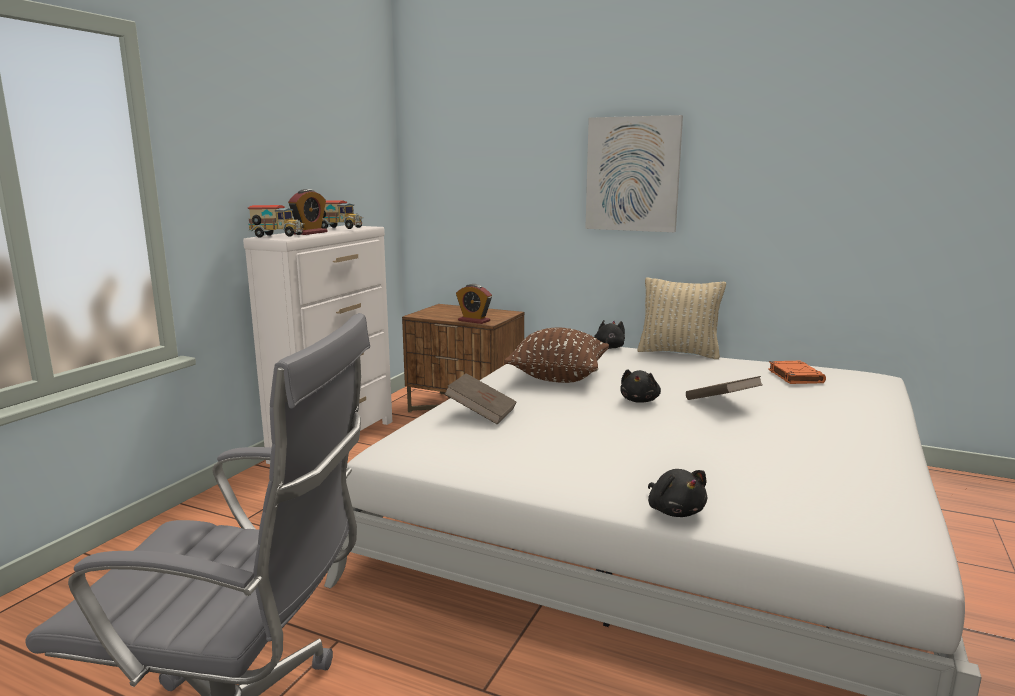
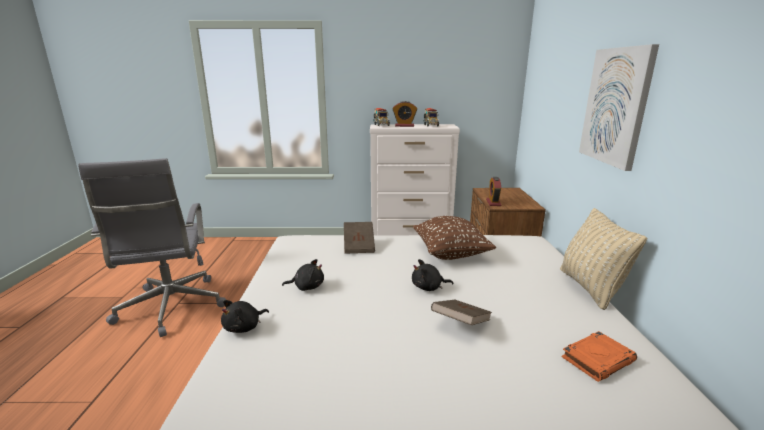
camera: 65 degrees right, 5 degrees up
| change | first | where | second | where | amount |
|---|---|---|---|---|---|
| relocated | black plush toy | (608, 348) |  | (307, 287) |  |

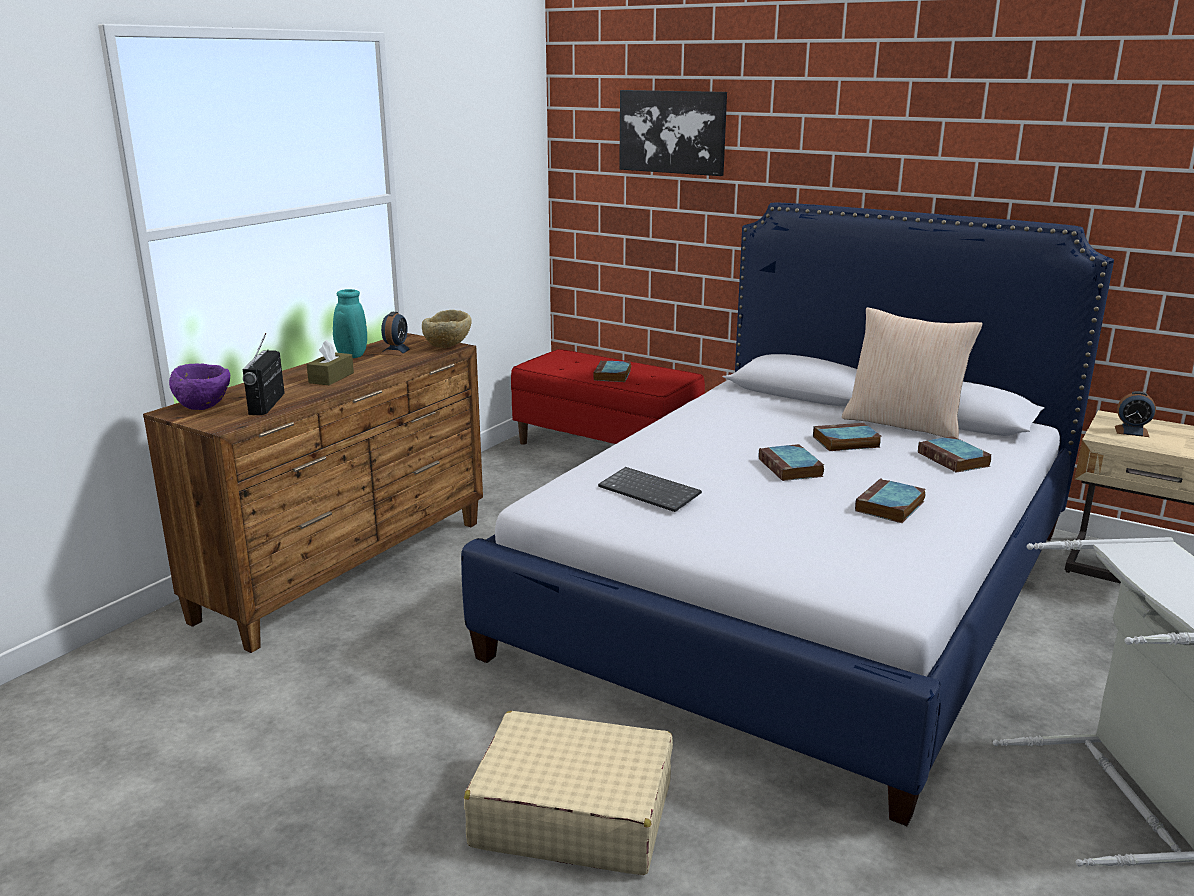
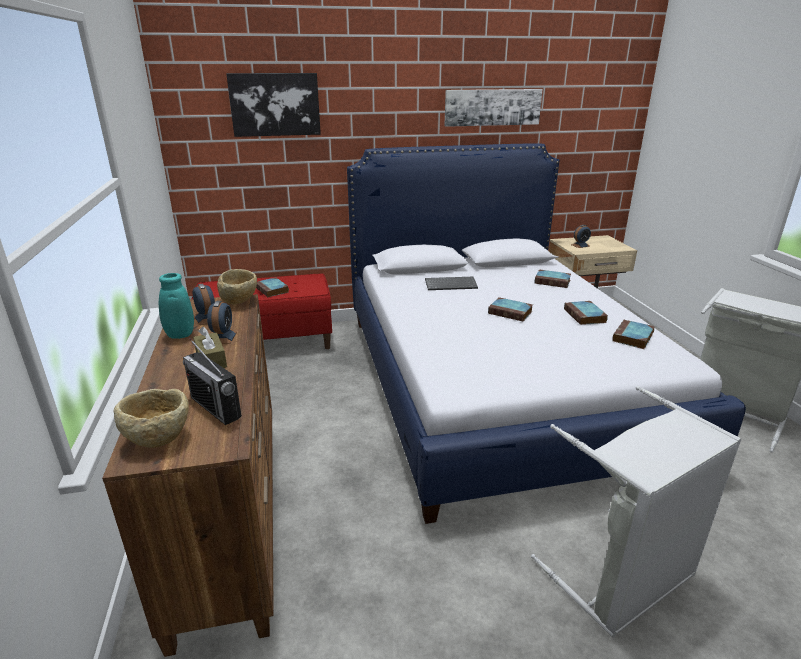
camera: 45 degrees left, 5 degrees up
| change | first | where | second | where | amount |
|---|---|---|---|---|---|
| missing | beige pillow | (903, 424) |  |  |  |
| colour | purple bowl | (205, 407) | beige bowl | (159, 438) |  |
| relocated | book | (845, 442) |  | (633, 338) |  |
| relocated | keyboard | (651, 491) |  | (451, 284) |  |
| exchanged | beige suitcase | (572, 813) | grey laundry basket | (624, 579) |  |
| appeared |  |  | picture | (492, 107) |  |
| appeared |  |  | alarm clock | (223, 337) |  |

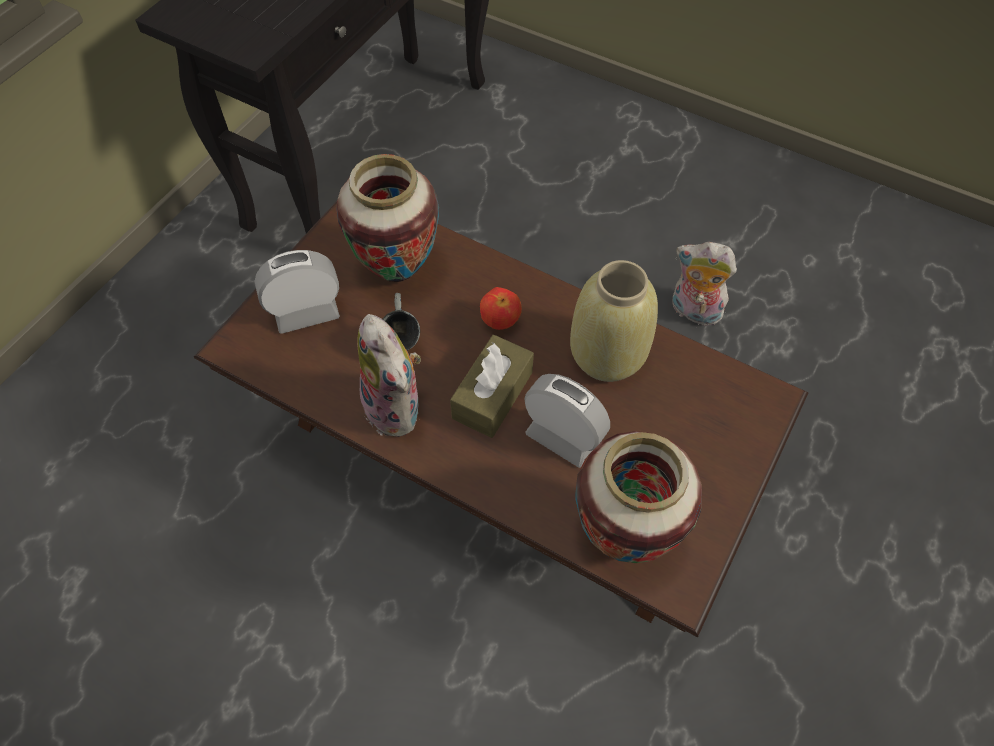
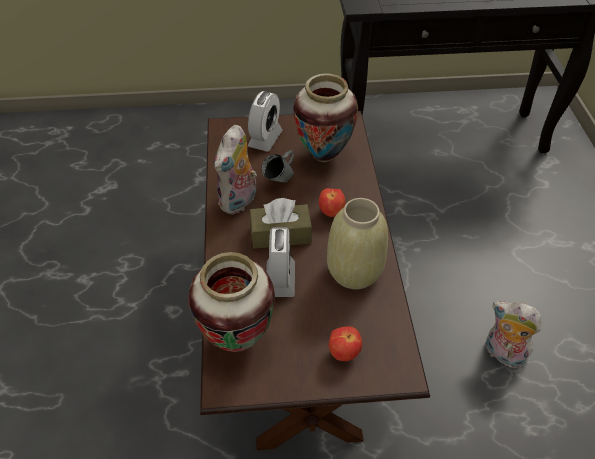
camera: 55 degrees right, 10 degrees down
| change | first | where | second | where | amount |
|---|---|---|---|---|---|
| spun | plush toy | (693, 312) |  | (502, 354) | 45 degrees counterclockwise |
| spun | alarm clock | (306, 313) |  | (265, 139) | 75 degrees clockwise |
| appeared |  |  | apple | (344, 353) |  |

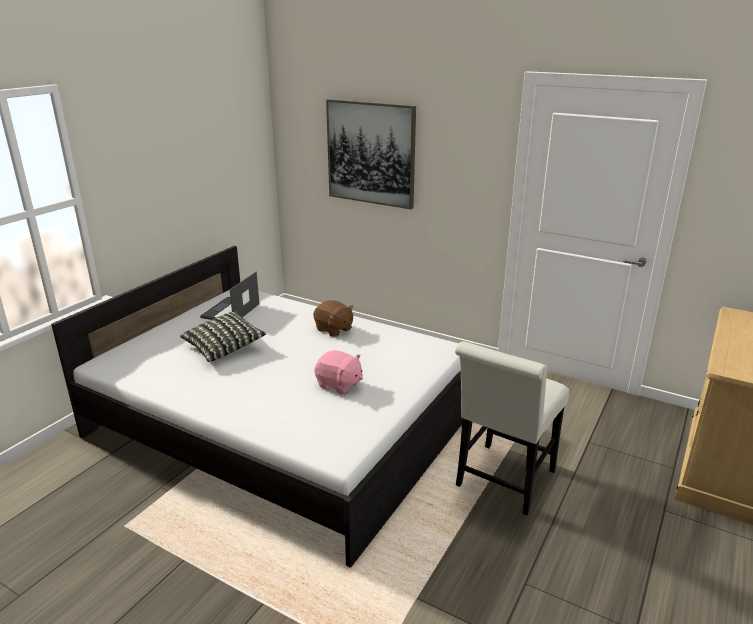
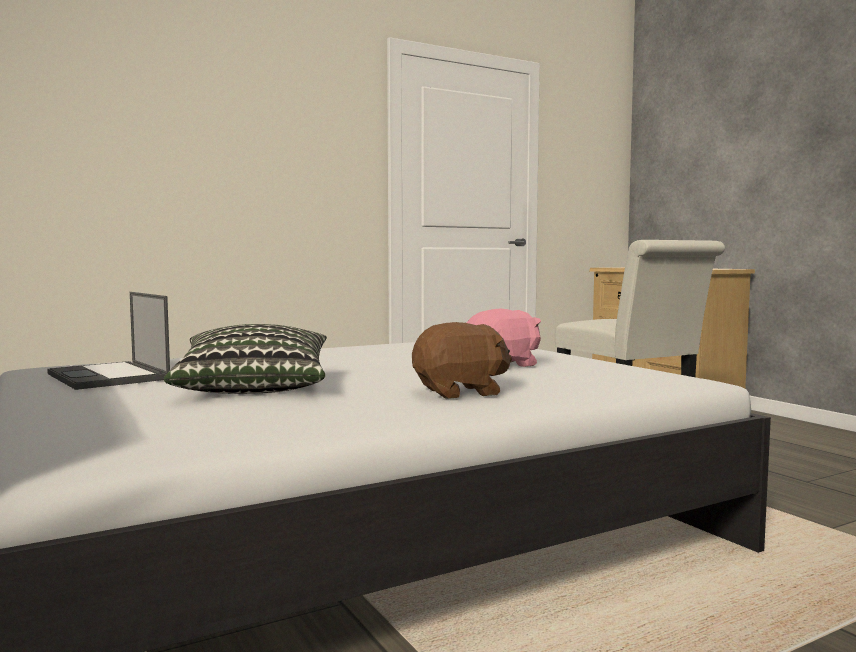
camera: 60 degrees left, 20 degrees down
| change | first | where | second | where | amount |
|---|---|---|---|---|---|
| missing | picture | (371, 153) |  |  |  |
| relocated | brown plush toy | (334, 330) |  | (461, 392) |  |

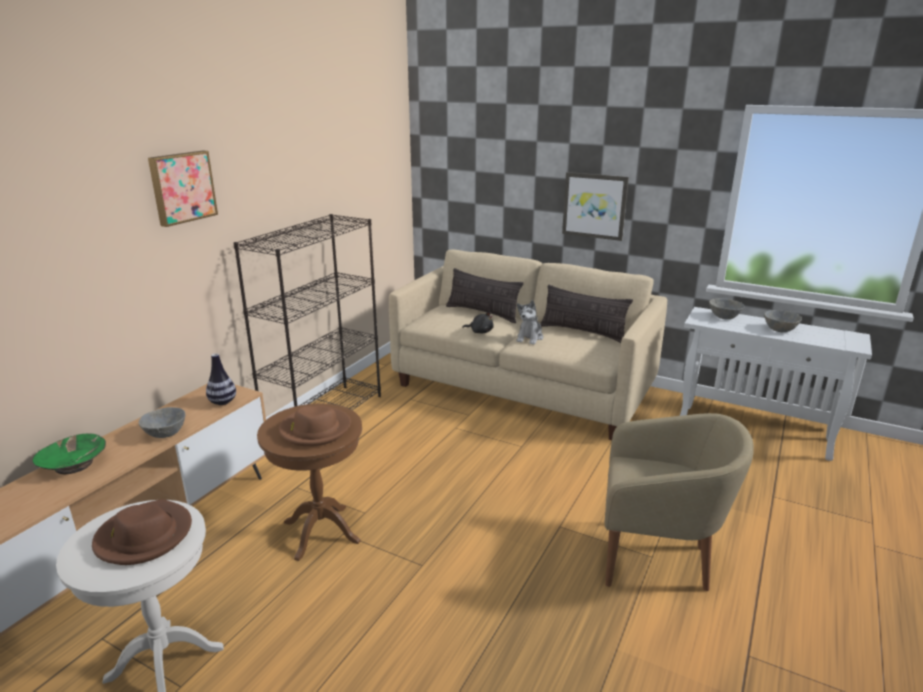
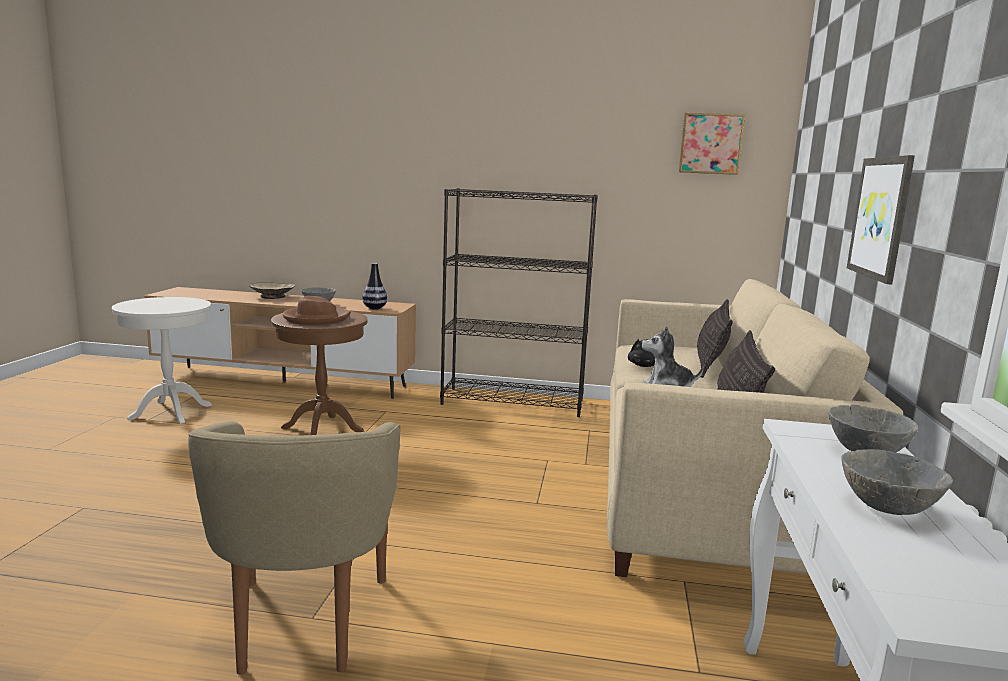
camera: 70 degrees right, 10 degrees down
| change | first | where | second | where | amount |
|---|---|---|---|---|---|
| relocated | picture | (182, 187) |  | (710, 144) |  |
| colour | green bowl | (74, 464) | beige bowl | (273, 296) |  |
| missing | brown hat | (144, 536) |  |  |  |

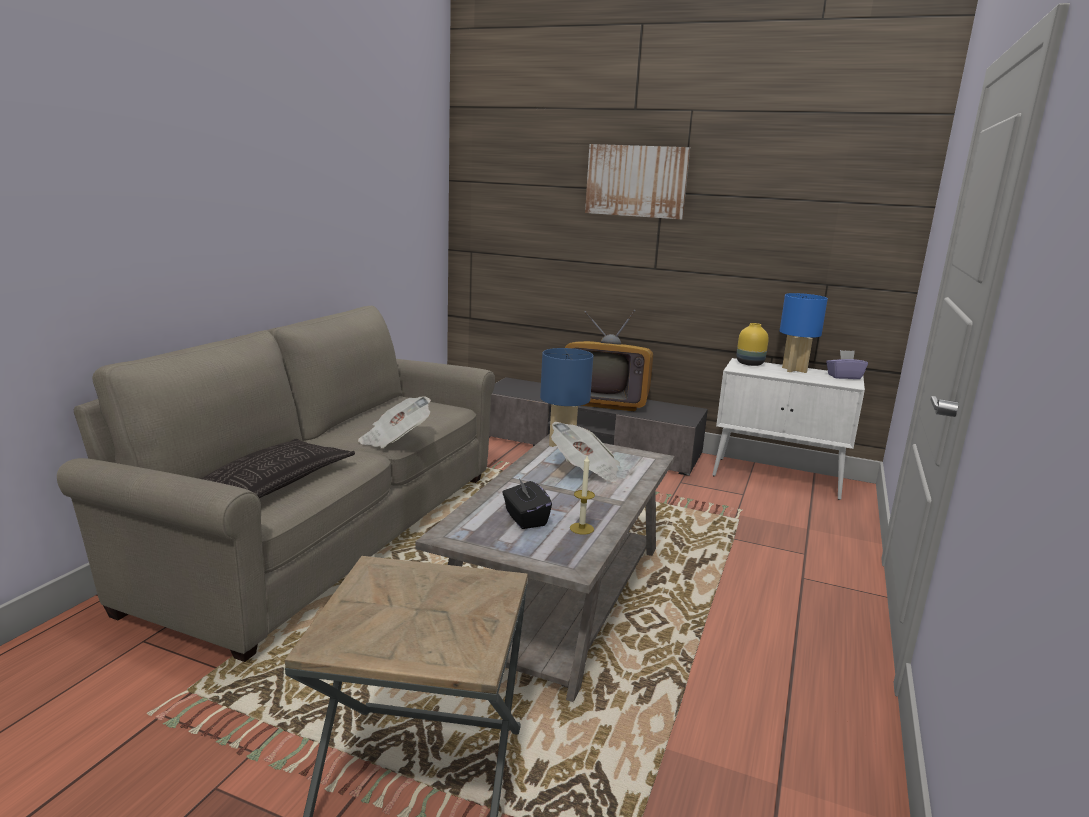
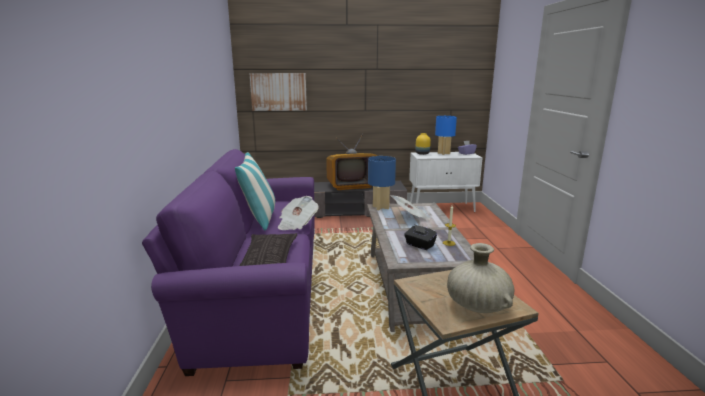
camera: 25 degrees left, 0 degrees up
| change | first | where | second | where | amount |
|---|---|---|---|---|---|
| relocated | picture | (636, 181) |  | (278, 92) |  |
| colour | beige sofa | (324, 532) | purple sofa | (259, 289) |  |
| appeared |  |  | pillow | (259, 219) |  |
| appeared |  |  | beige vase | (477, 306) |  |

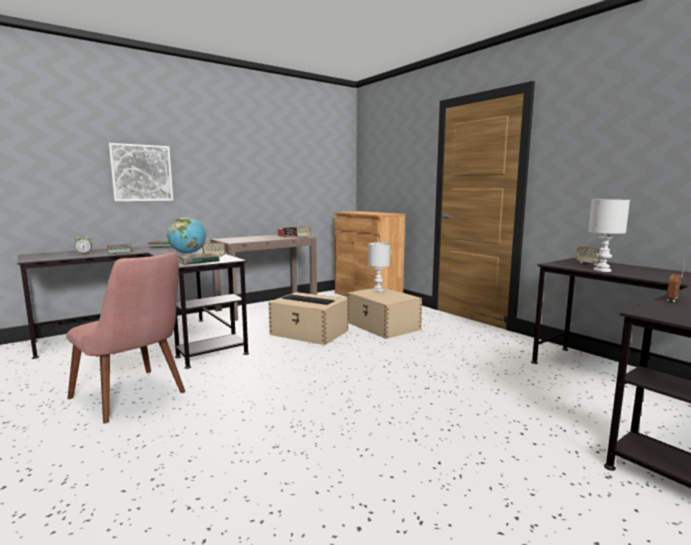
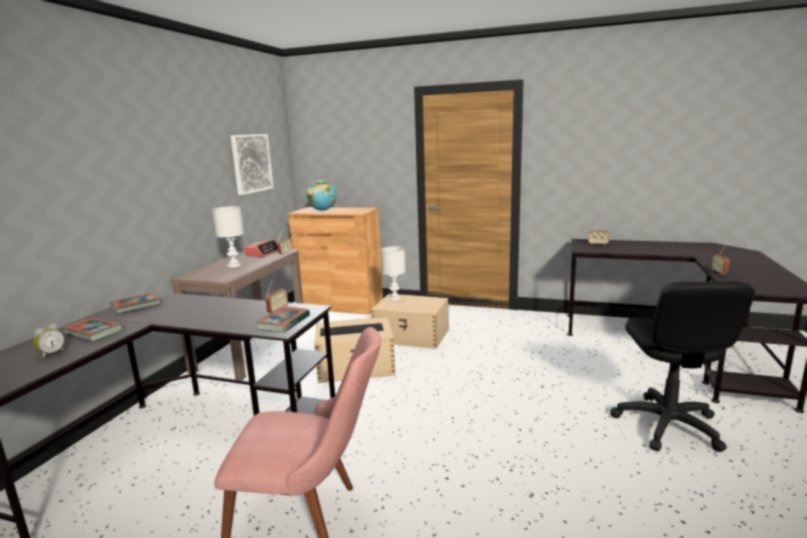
camera: 35 degrees left, 5 degrees up
| change | first | where | second | where | amount |
|---|---|---|---|---|---|
| relocated | picture | (141, 173) |  | (251, 163) |  |
| relocated | white table lamp | (601, 270) |  | (233, 265) |  |
| relocated | globe | (188, 253) |  | (322, 210) |  |
| appeared |  |  | black office chair | (667, 425) |  |

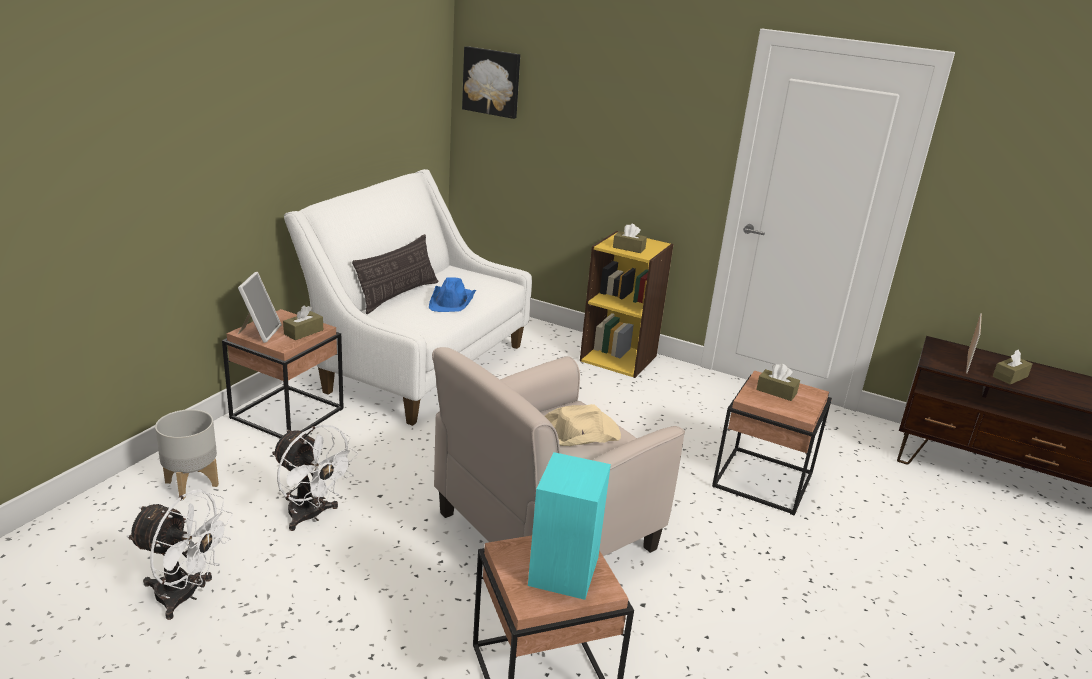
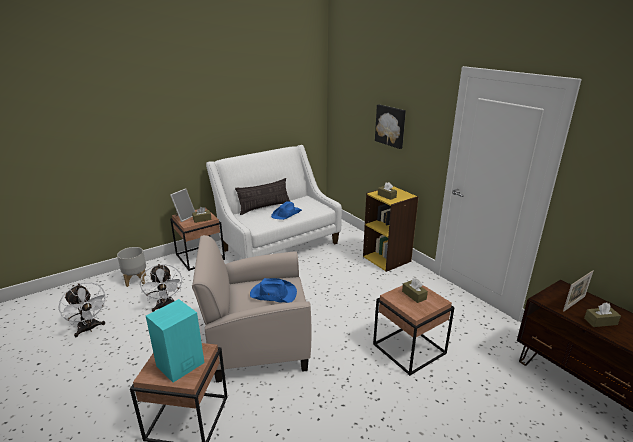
camera: 30 degrees right, 0 degrees up
| change | first | where | second | where | amount |
|---|---|---|---|---|---|
| relocated | picture | (492, 82) |  | (391, 126) |  |
| colour | beige hat | (577, 433) | blue hat | (273, 294) |  |

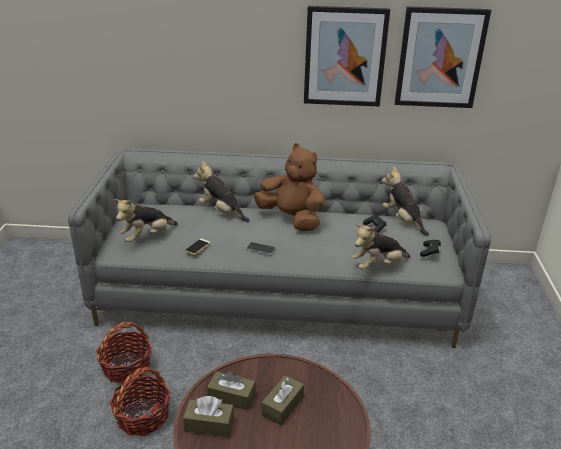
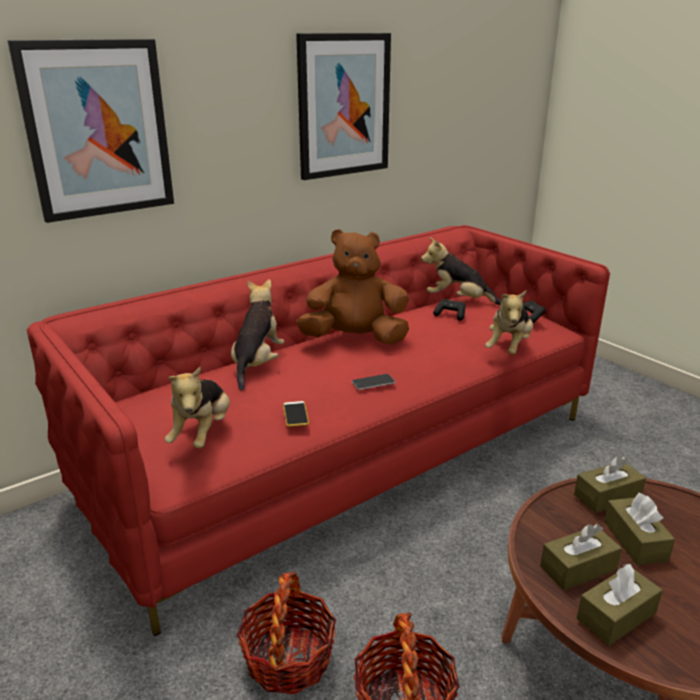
camera: 40 degrees left, 5 degrees down
| change | first | where | second | where | amount |
|---|---|---|---|---|---|
| relocated | picture | (440, 58) |  | (98, 130) |  |
| colour | grey sofa | (279, 293) | red sofa | (350, 454) |  |
| spun | plush toy | (221, 212) |  | (257, 364) | 105 degrees clockwise |
| appeared |  |  | brown tissue box | (607, 496) |  |

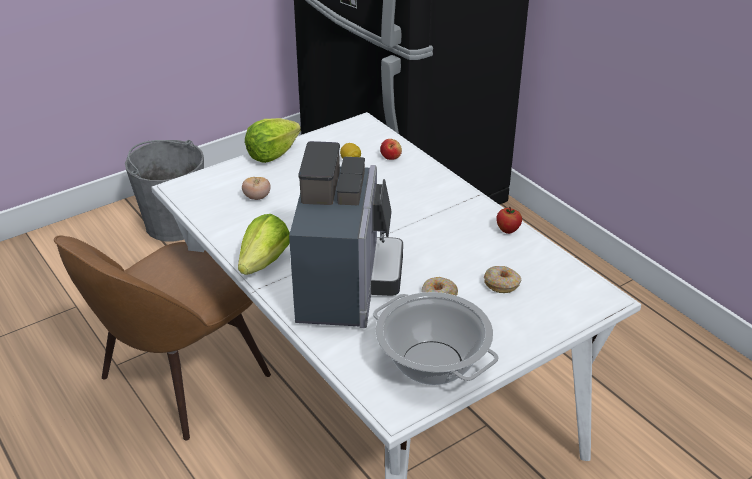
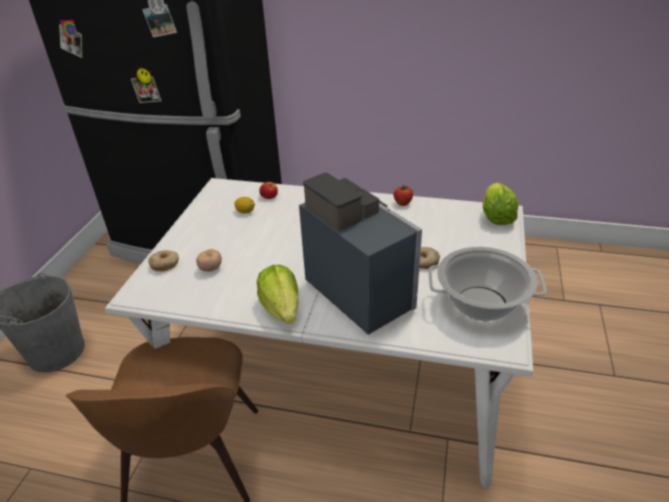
camera: 40 degrees left, 0 degrees up
| change | first | where | second | where | amount |
|---|---|---|---|---|---|
| relocated | lettuce | (272, 154) |  | (496, 216) |  |
| relocated | donut | (502, 284) |  | (165, 264) |  |

